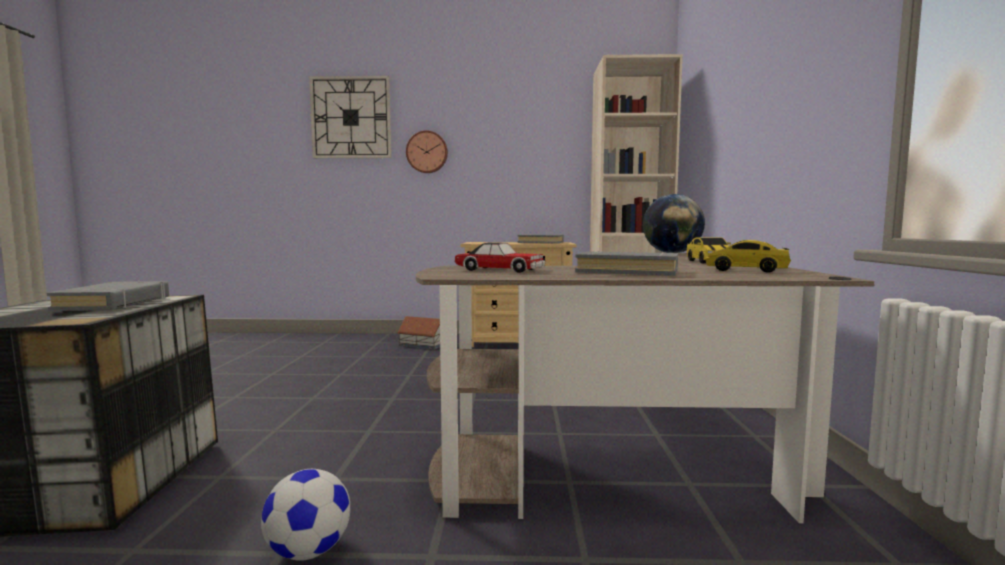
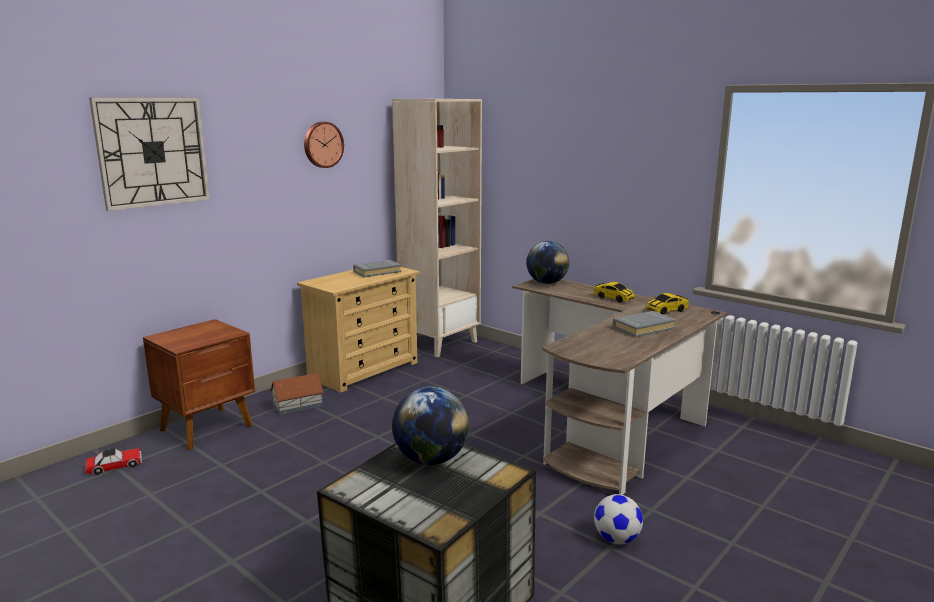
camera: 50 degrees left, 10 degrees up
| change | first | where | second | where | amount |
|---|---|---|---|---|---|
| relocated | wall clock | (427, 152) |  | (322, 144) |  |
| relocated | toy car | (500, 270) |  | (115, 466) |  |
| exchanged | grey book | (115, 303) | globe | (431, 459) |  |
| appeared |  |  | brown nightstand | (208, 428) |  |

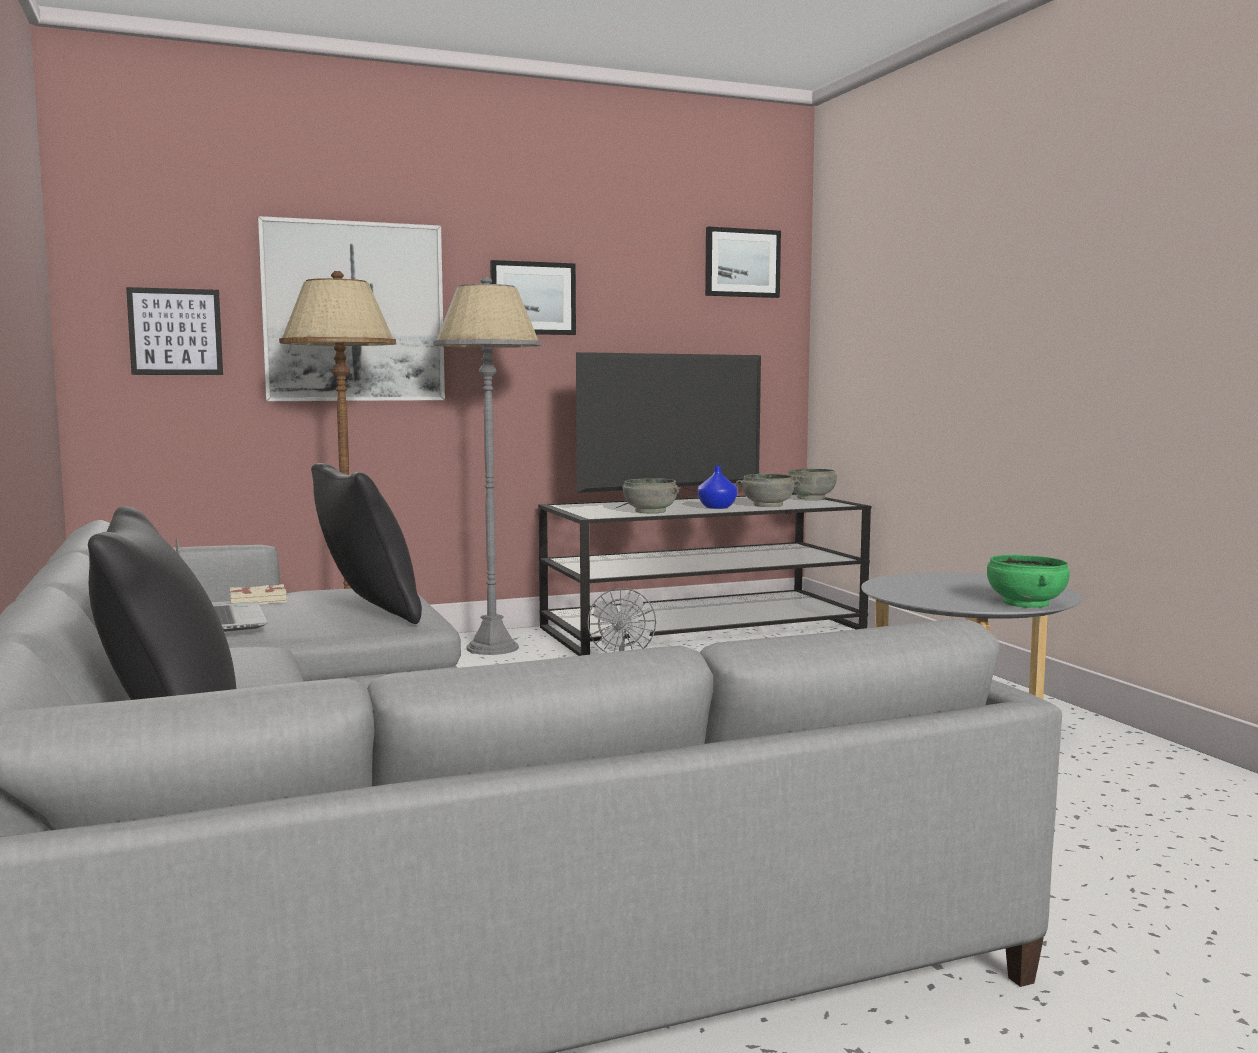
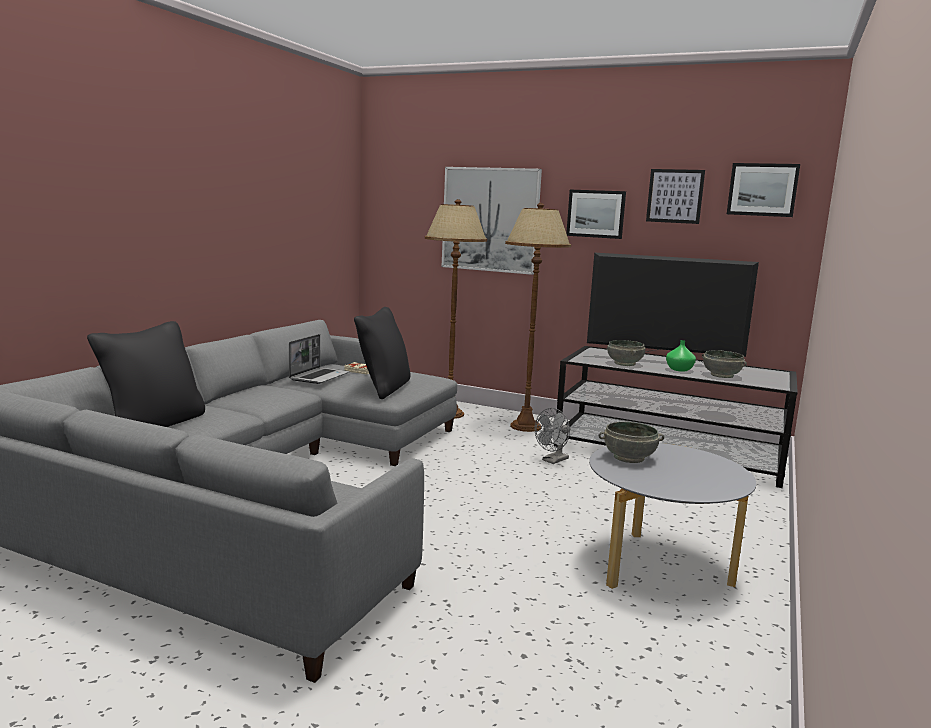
camera: 45 degrees right, 5 degrees up
| change | first | where | second | where | amount |
|---|---|---|---|---|---|
| colour | grey floor lamp | (493, 648) | brown floor lamp | (526, 426) |  |
| relocated | picture | (175, 332) |  | (675, 196) |  |
| colour | blue vase | (717, 507) | green vase | (679, 369) |  |
| relocated | grey bowl | (811, 498) |  | (629, 458) |  |
| missing | green bowl | (1024, 603) |  |  |  |

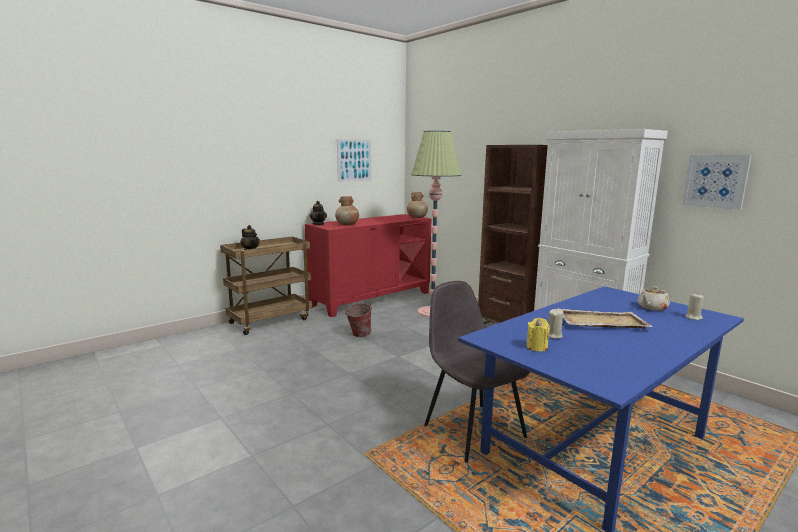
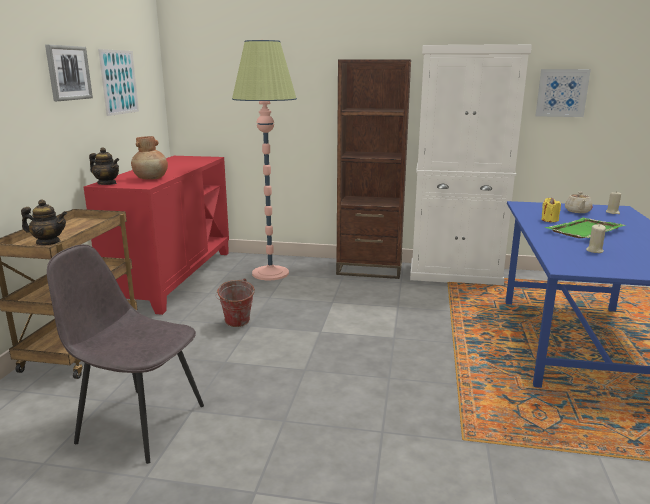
camera: 40 degrees left, 5 degrees up
| change | first | where | second | where | amount |
|---|---|---|---|---|---|
| missing | brown vase | (417, 217) |  |  |  |
| relocated | grey chair | (472, 430) |  | (139, 423) |  |
| colour | beige tray | (600, 321) | green tray | (584, 230) |  |
| relocated | yellow candle | (537, 347) |  | (549, 220) |  |
| appeared |  |  | picture | (68, 73) |  |

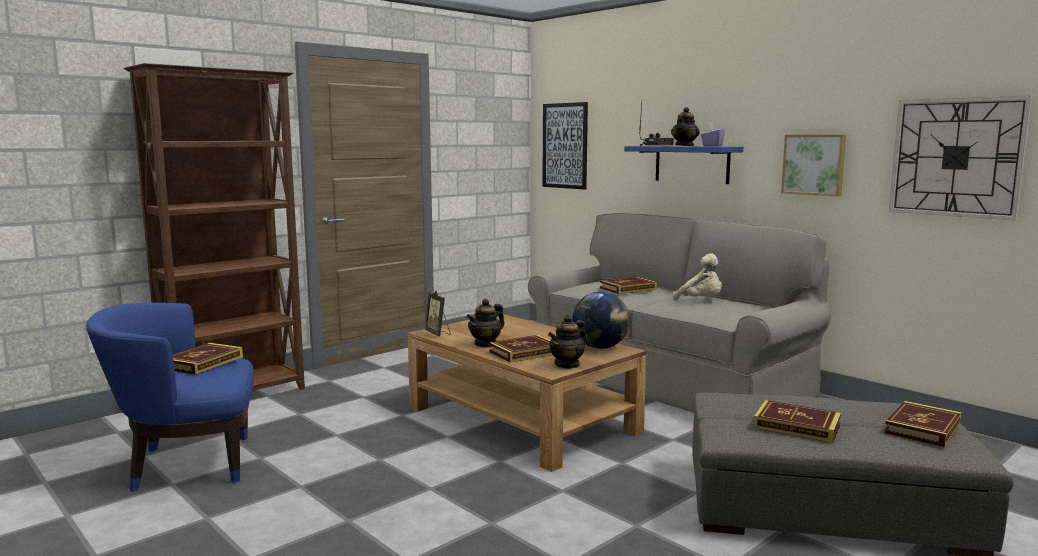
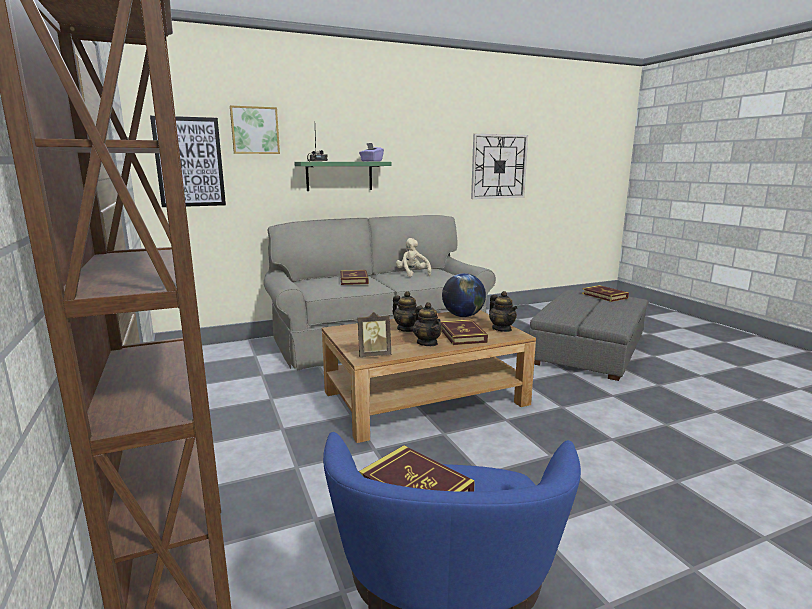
camera: 70 degrees left, 5 degrees up
| change | first | where | second | where | amount |
|---|---|---|---|---|---|
| relocated | teapot | (685, 146) |  | (407, 329) |  |
| relocated | picture | (814, 164) |  | (255, 130) |  |
| colour | blue shelf | (691, 164) | green shelf | (339, 176) |  |
| spun | beige plush toy | (701, 301) |  | (412, 274) | 90 degrees counterclockwise |
| missing | book | (796, 426) |  |  |  |

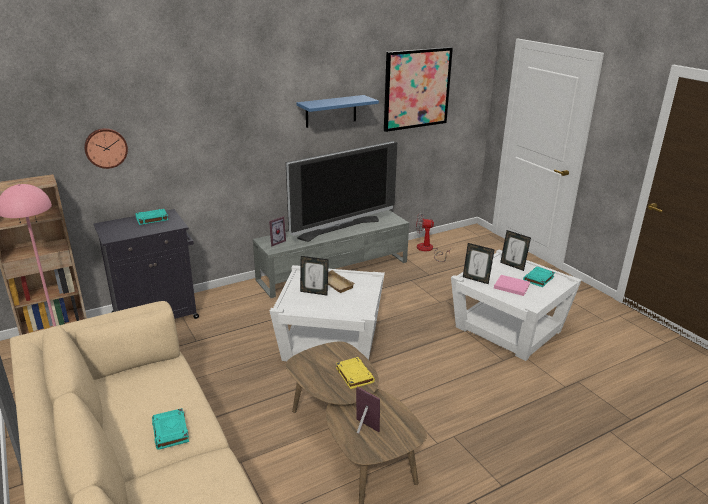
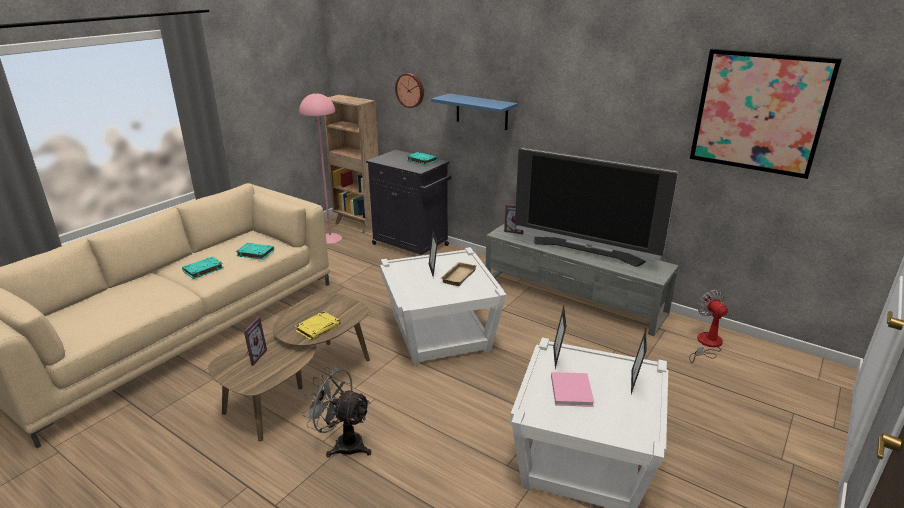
camera: 65 degrees right, 0 degrees up
| change | first | where | second | where | amount |
|---|---|---|---|---|---|
| relocated | blue shelf | (331, 111) |  | (481, 111) |  |
| relocated | turquoise book | (538, 279) |  | (255, 253) |  |
| appeared |  |  | grey fan | (343, 443) |  |

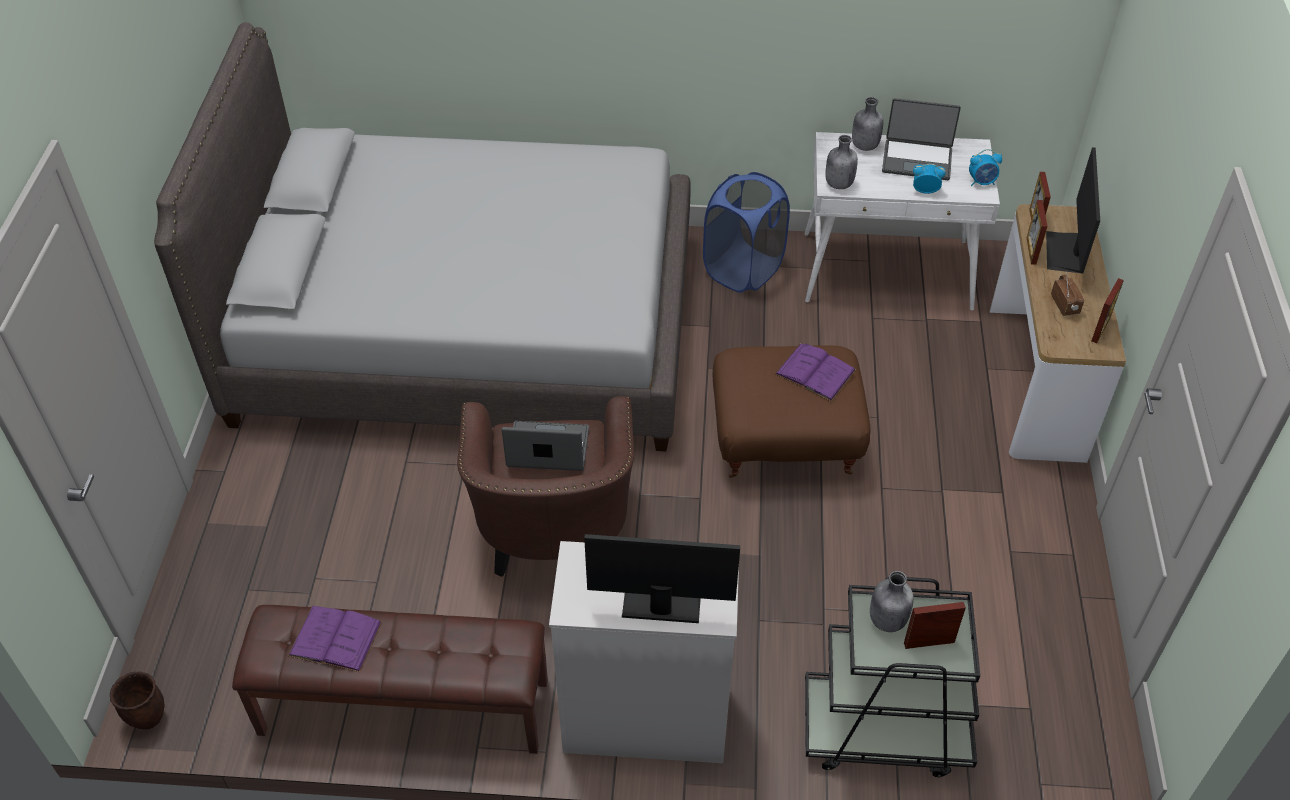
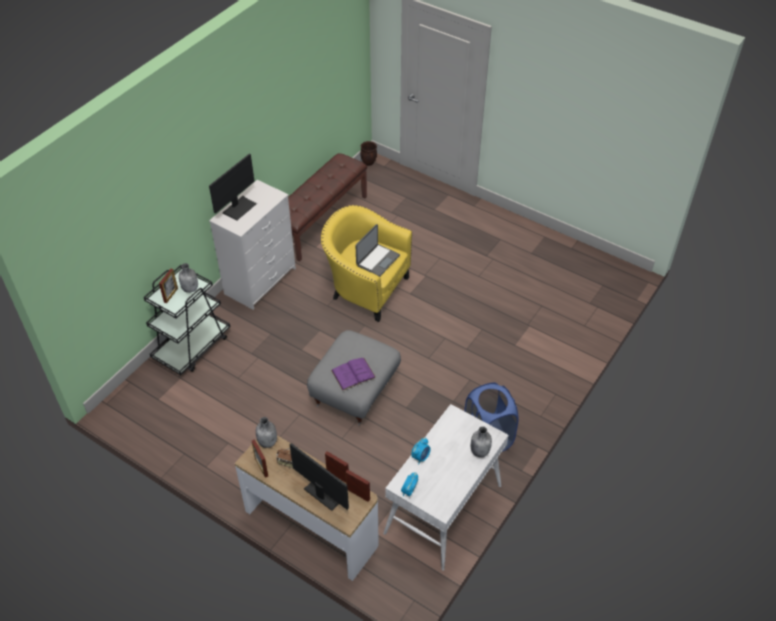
camera: 120 degrees right, 0 degrees up
| change | first | where | second | where | amount |
|---|---|---|---|---|---|
| missing | grey bed | (467, 327) |  |  |  |
| missing | laptop | (917, 160) |  |  |  |
| relocated | grey bottle | (838, 184) |  | (268, 442) |  |
| colour | brown ottoman | (785, 440) | grey ottoman | (355, 392) |  |
| colour | brown armchair | (553, 534) | yellow armchair | (365, 288) |  |
| missing | purple book | (335, 638) |  |  |  |

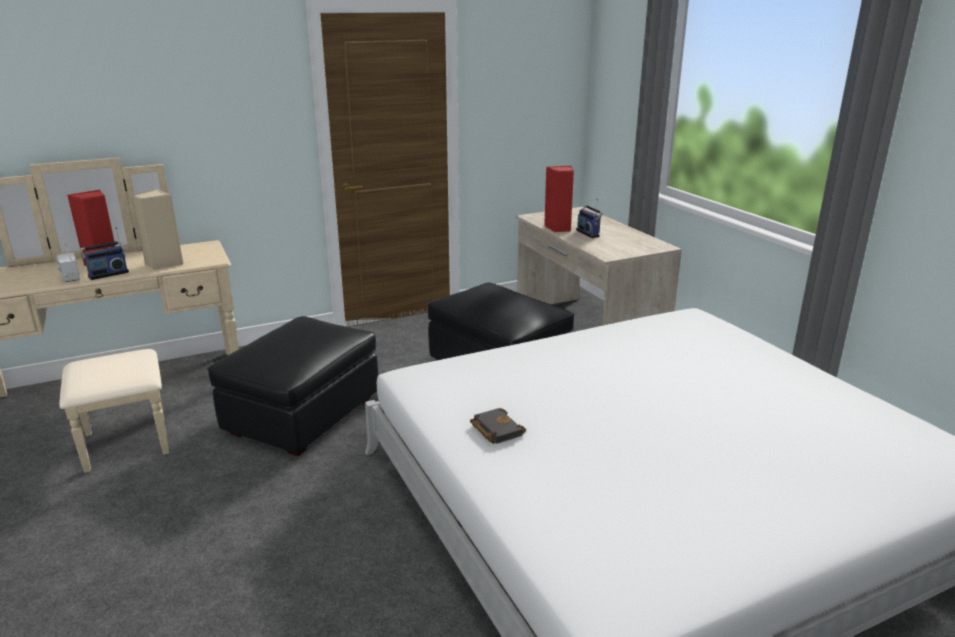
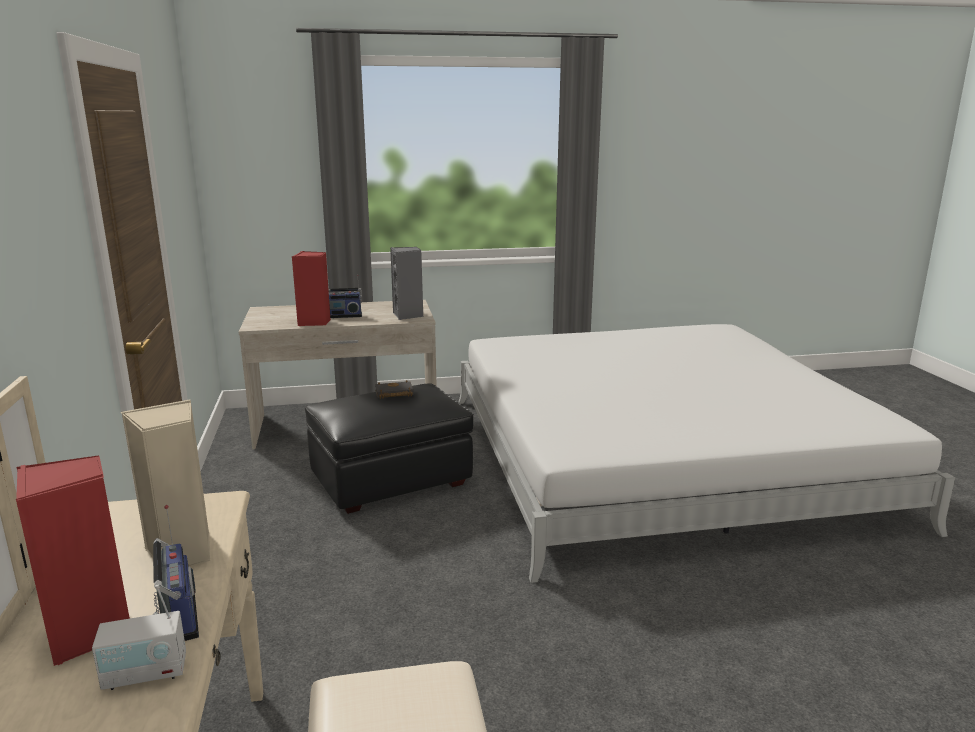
camera: 75 degrees left, 5 degrees down
| change | first | where | second | where | amount |
|---|---|---|---|---|---|
| missing | black ottoman | (302, 415) |  |  |  |
| relocated | black book | (495, 429) |  | (393, 394) |  |
| appeared |  |  | grey speaker | (408, 315) |  |

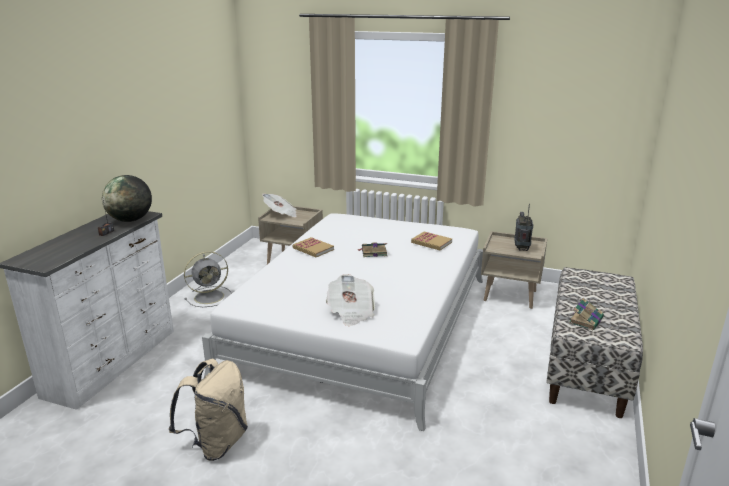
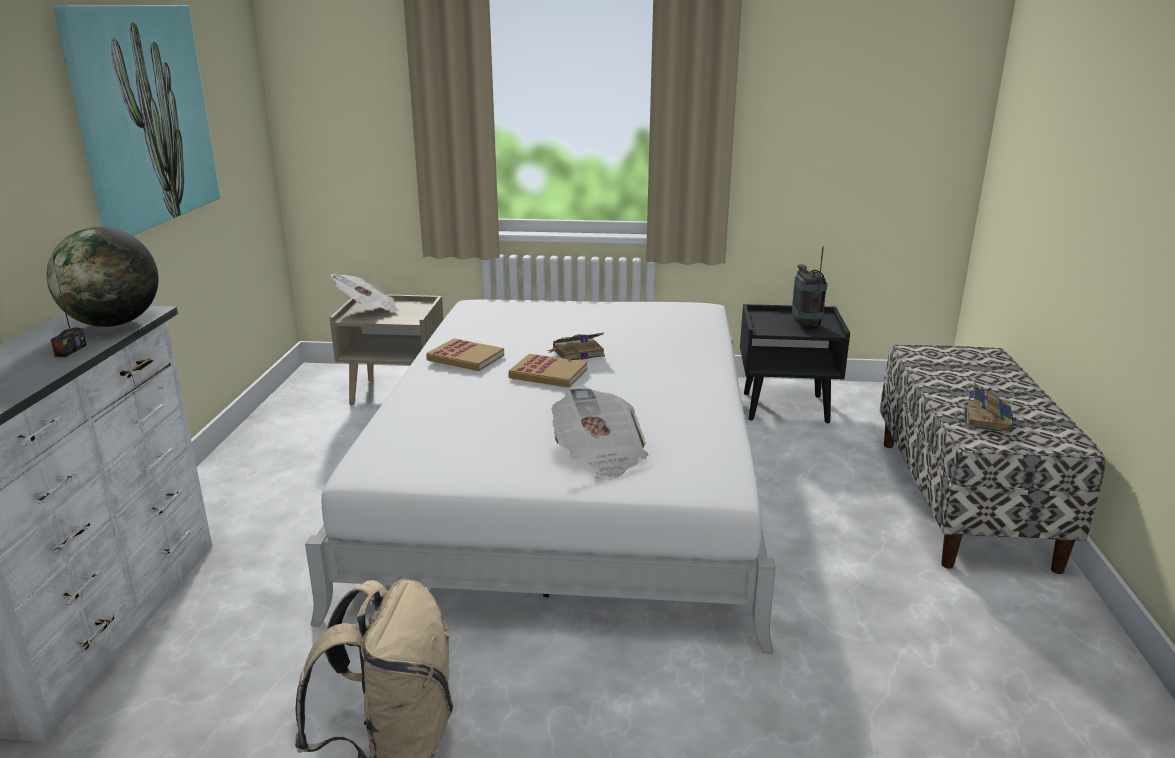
camera: 15 degrees left, 0 degrees up
| change | first | where | second | where | amount |
|---|---|---|---|---|---|
| relocated | book | (431, 242) |  | (548, 374) |  |
| colour | beige nightstand | (510, 295) | black nightstand | (786, 407) |  |
| missing | grey fan | (210, 296) |  |  |  |
| appeared |  |  | picture | (141, 116) |  |

